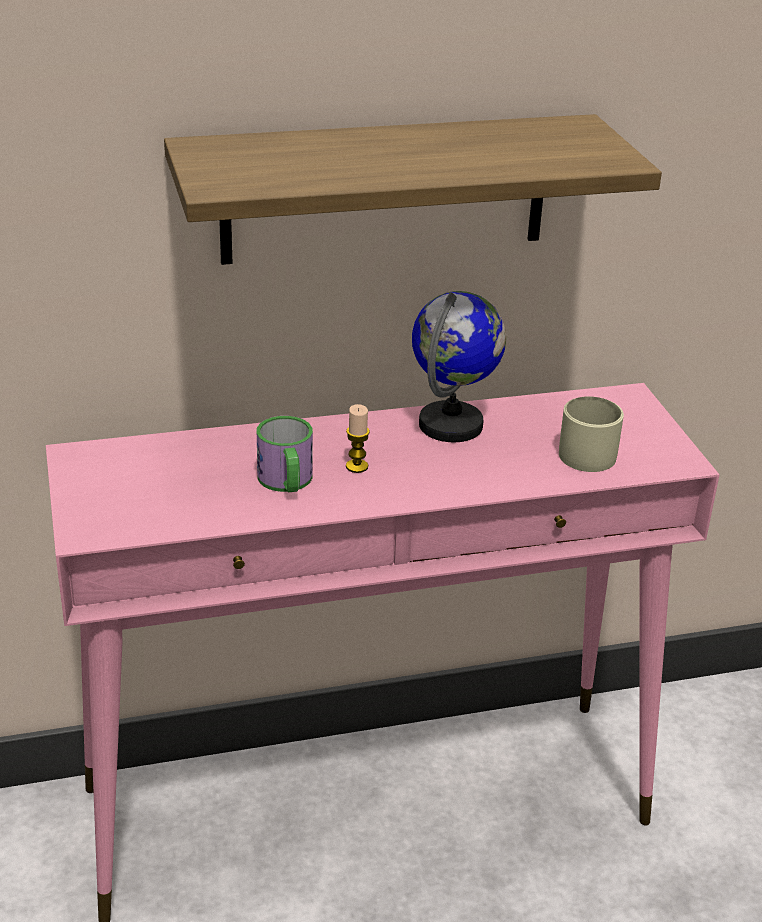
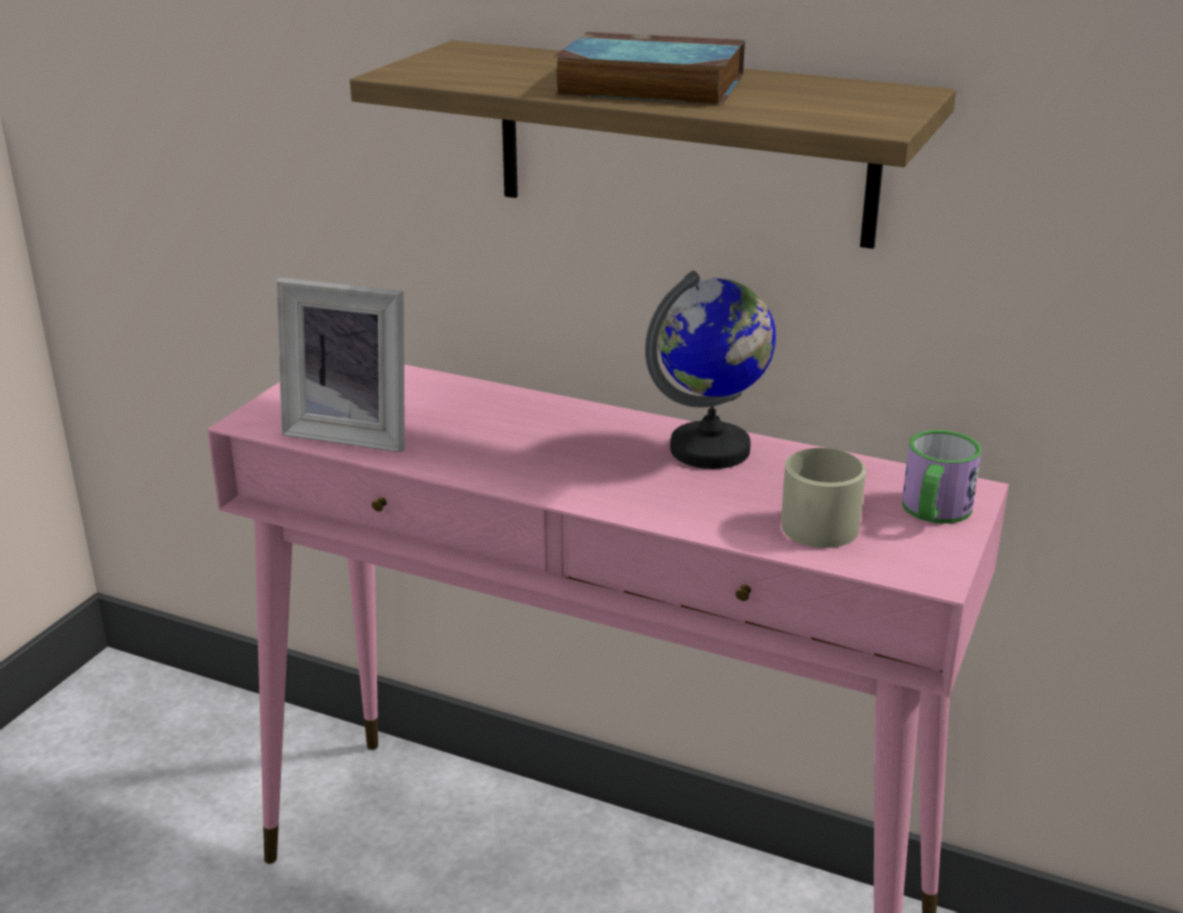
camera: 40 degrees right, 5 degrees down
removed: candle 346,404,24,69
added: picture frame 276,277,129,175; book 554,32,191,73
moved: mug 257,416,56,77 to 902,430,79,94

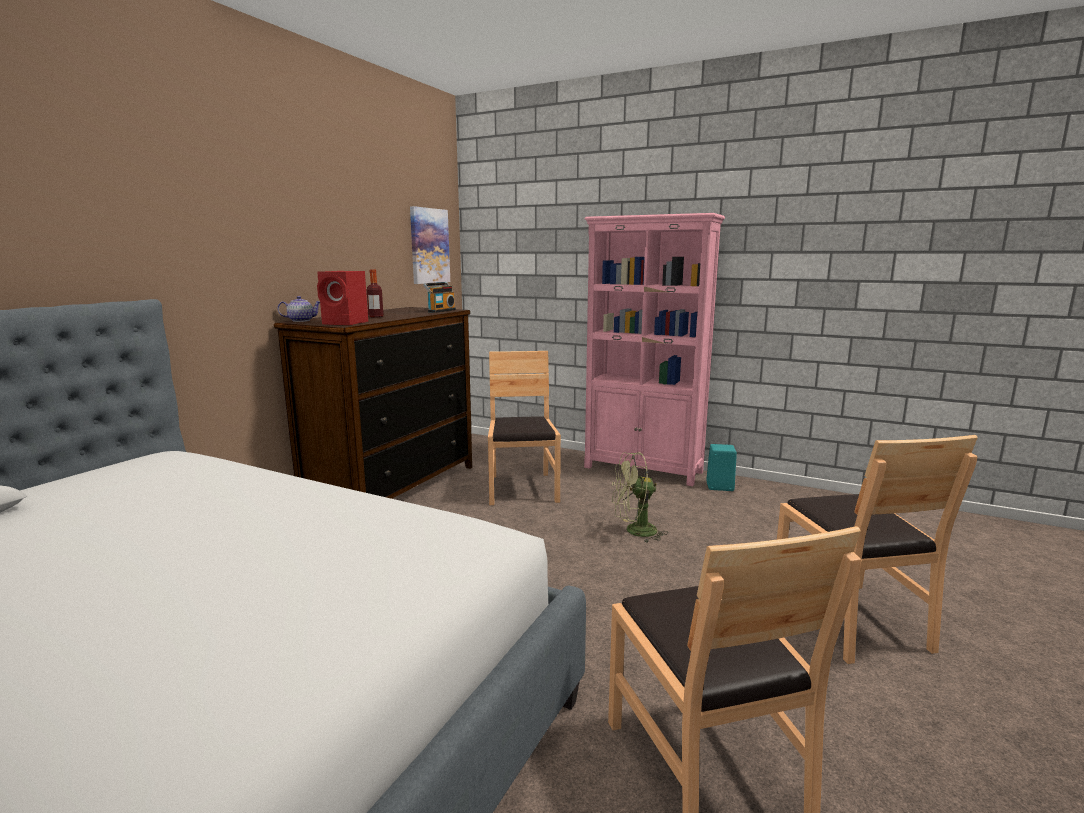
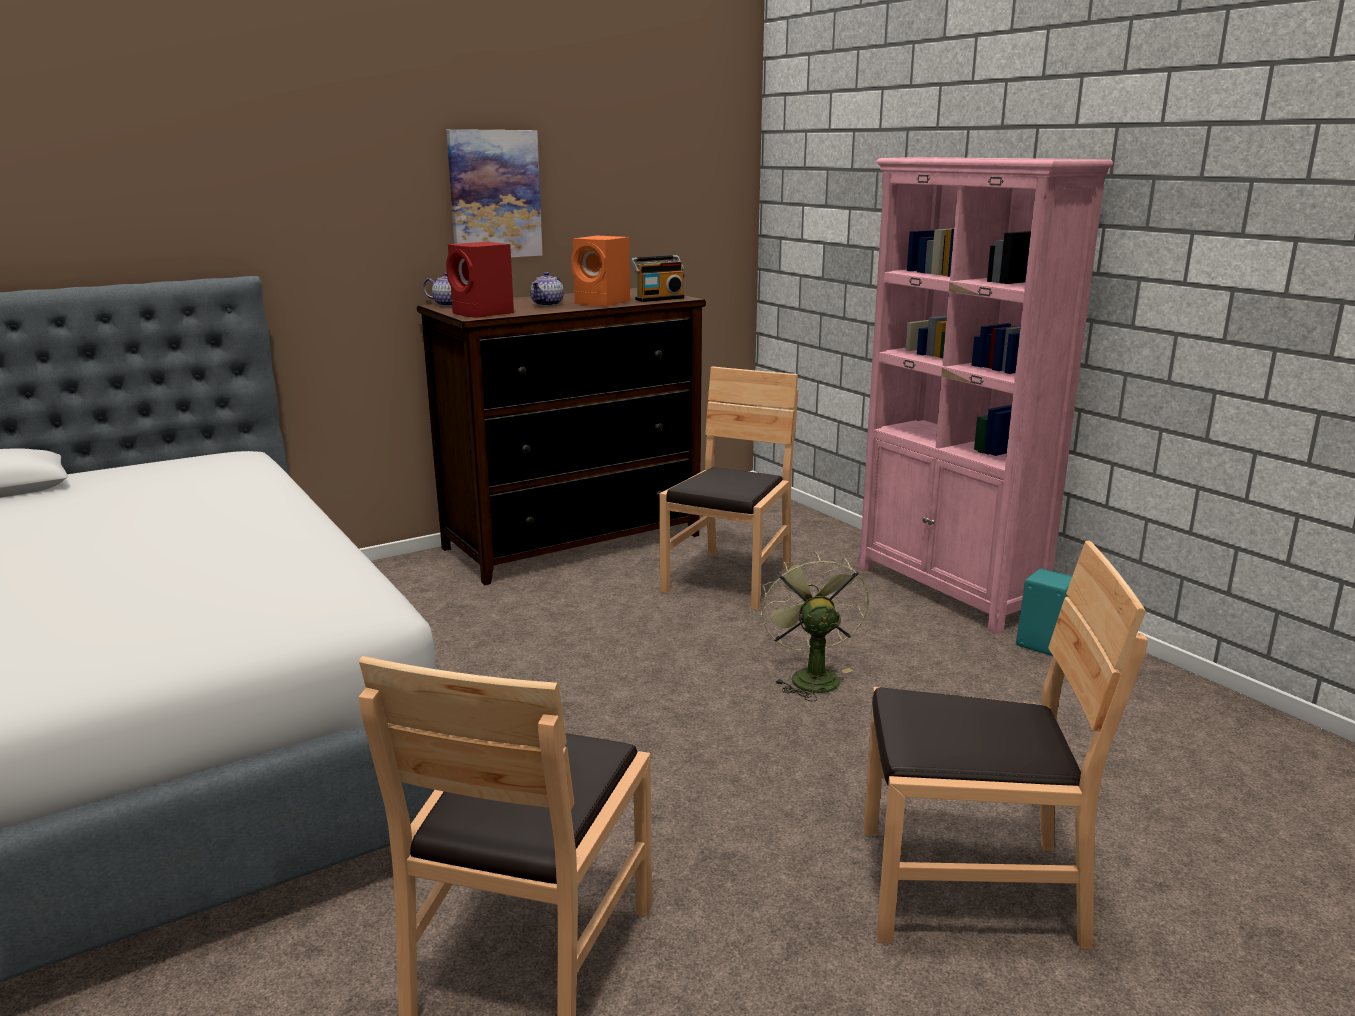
camera: 30 degrees right, 5 degrees up
added: speaker in orange 571,235,59,71
moved: picture 410,206,40,78 to 446,129,97,128
replaced: bottle 367,270,17,48 to teapot 530,272,34,34
turned: fan in green 612,452,56,91 = 761,551,108,150 60 degrees clockwise; chair in brown 777,435,201,229 = 863,541,285,409 105 degrees counterclockwise

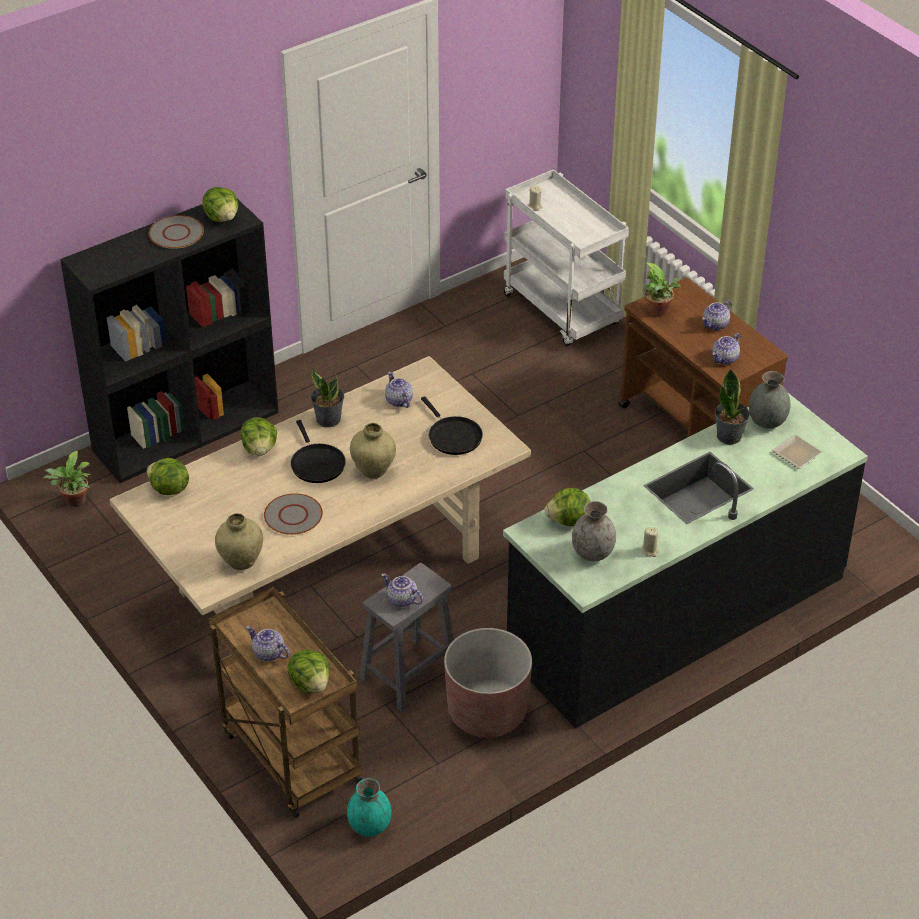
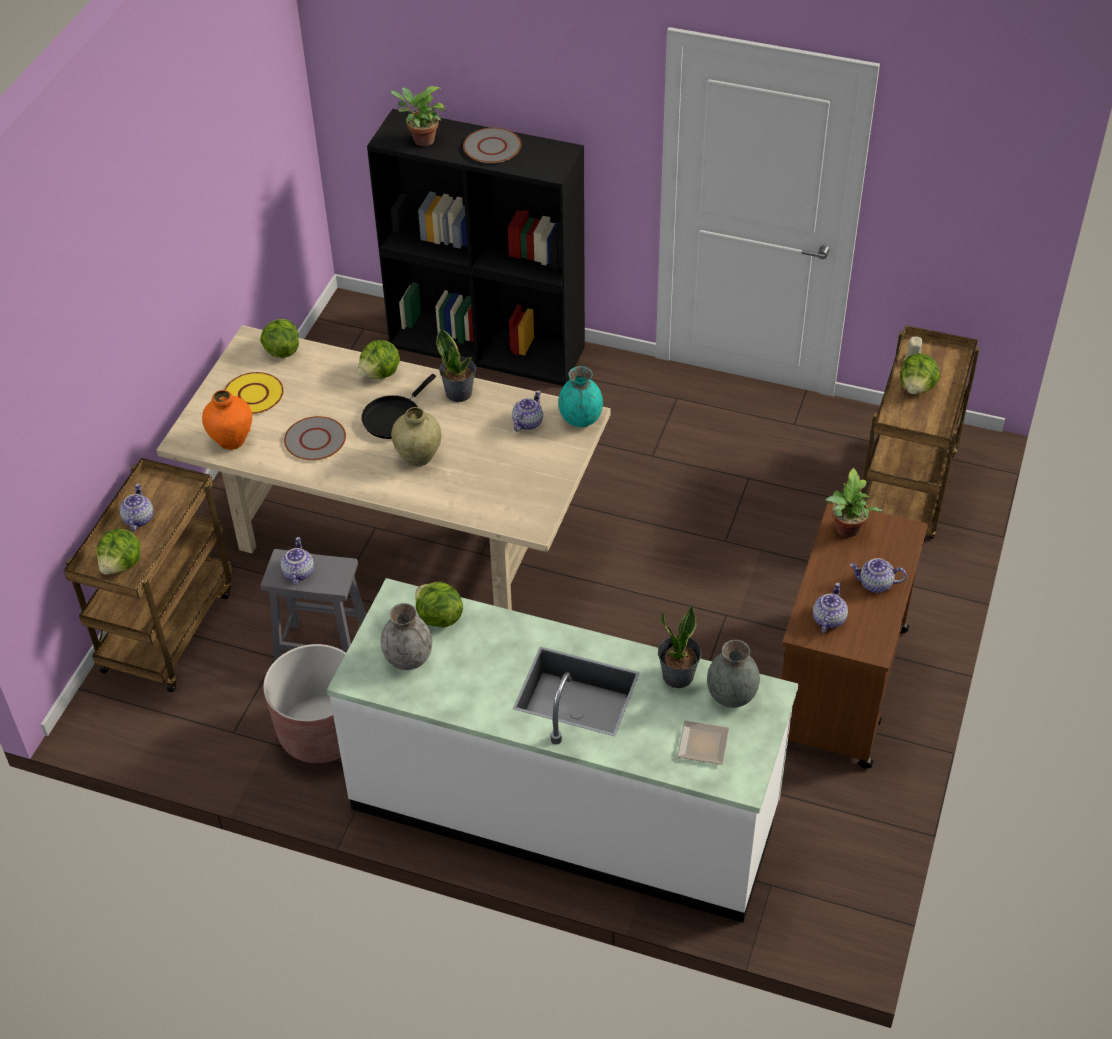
camera: 55 degrees right, 5 degrees up
removed: frying pan in black 421,396,62,59; candle in beige 641,527,18,30
added: plate in yellow 224,372,60,42
moved: potted plant 43,451,47,56 to 389,86,57,60; lettuce 202,187,36,35 to 900,353,40,41; vase in turquoise 347,778,45,59 to 559,366,44,61
recoloured: vase in beige 215,513,48,57 to vase in orange 202,390,50,60; counter in black 503,393,365,335 to counter in white 327,578,472,345; cart in white 504,169,125,177 to cart in brown 861,325,119,214
turned: teapot 712,333,29,32 = 813,583,35,50 105 degrees clockwise

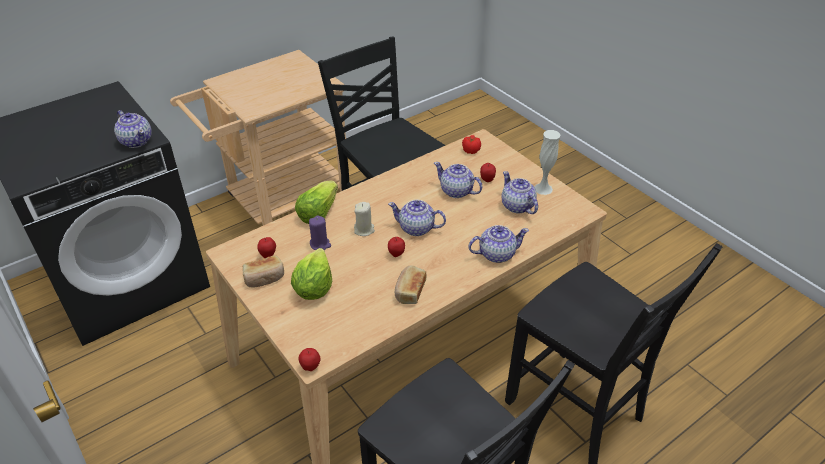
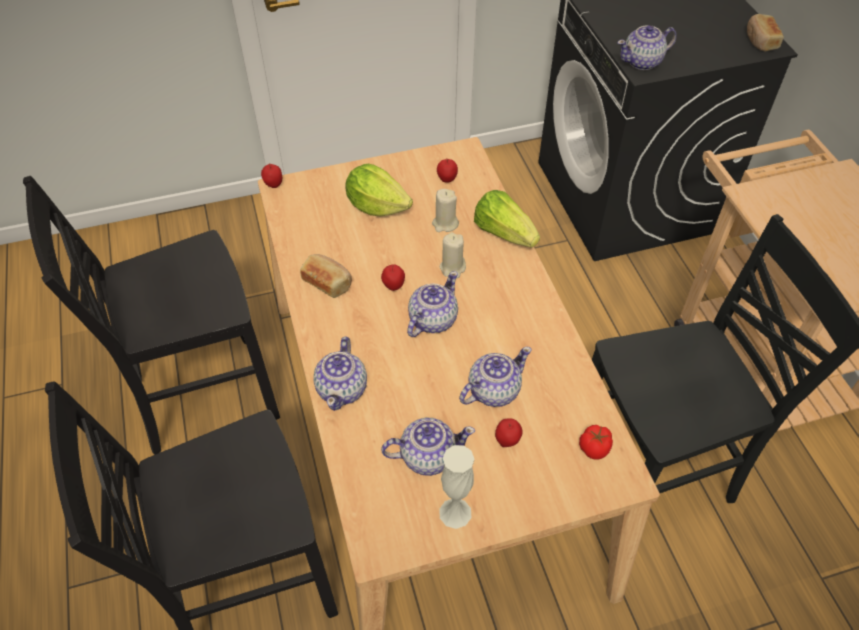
camera: 110 degrees right, 10 degrees up
moved: bread 243,256,41,31 to 747,14,37,38
recoloured: candle in purple 309,216,22,34 to candle in beige 432,189,27,43

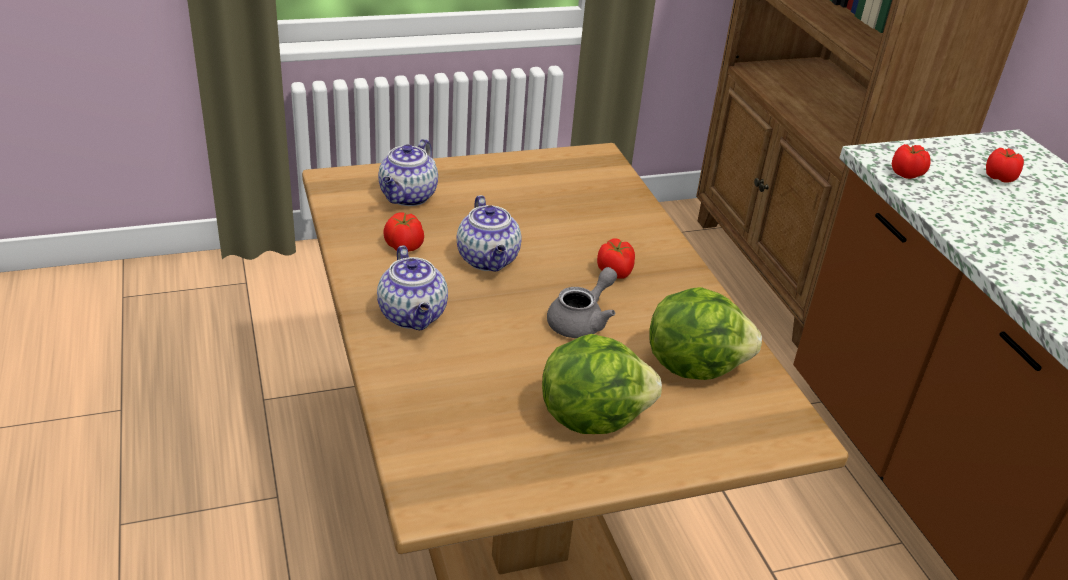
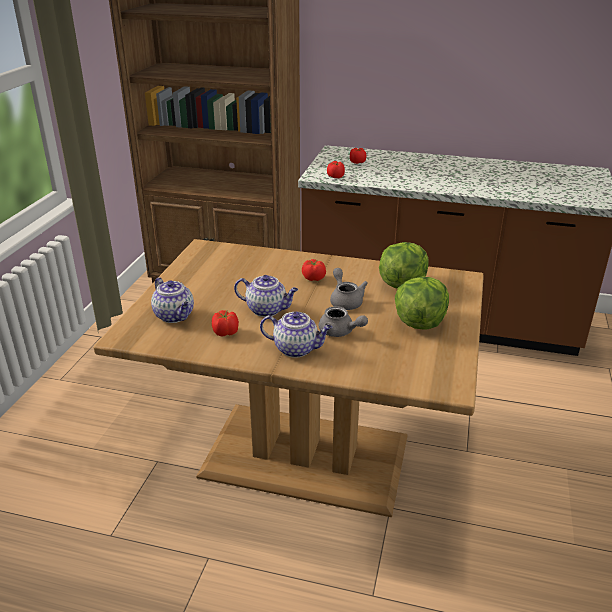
camera: 55 degrees left, 5 degrees down
added: teapot in grey 319,306,49,31

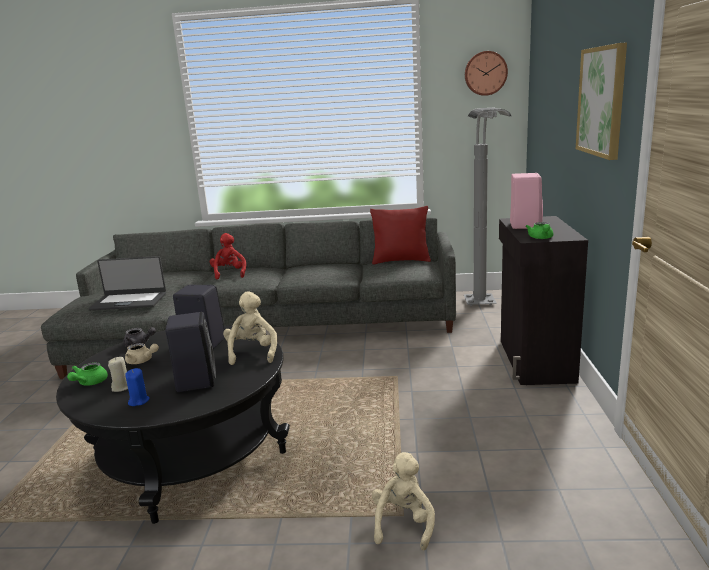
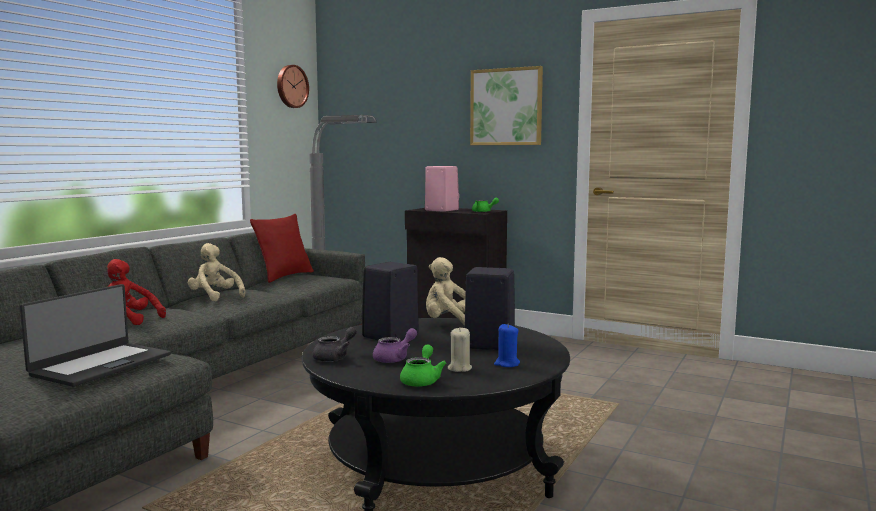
camera: 65 degrees left, 10 degrees down
moved: plush toy in beige 372,452,63,98 to 188,243,58,58
recoloured: teapot in beige 125,343,34,21 to teapot in purple 373,328,44,35
turned: teapot in green 67,362,41,24 = 400,344,46,43 120 degrees counterclockwise

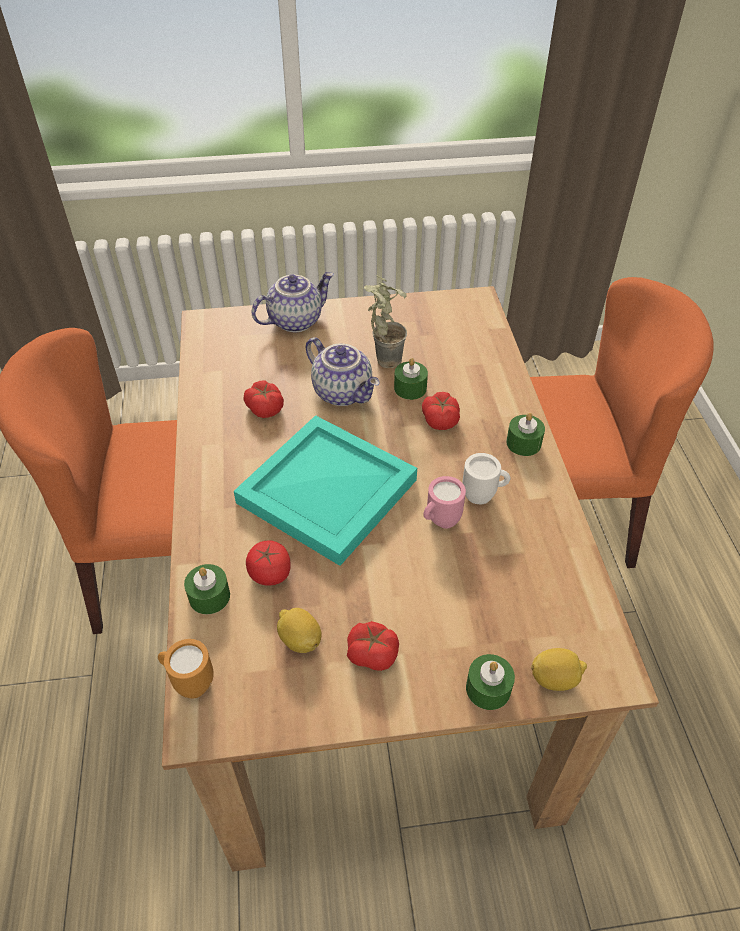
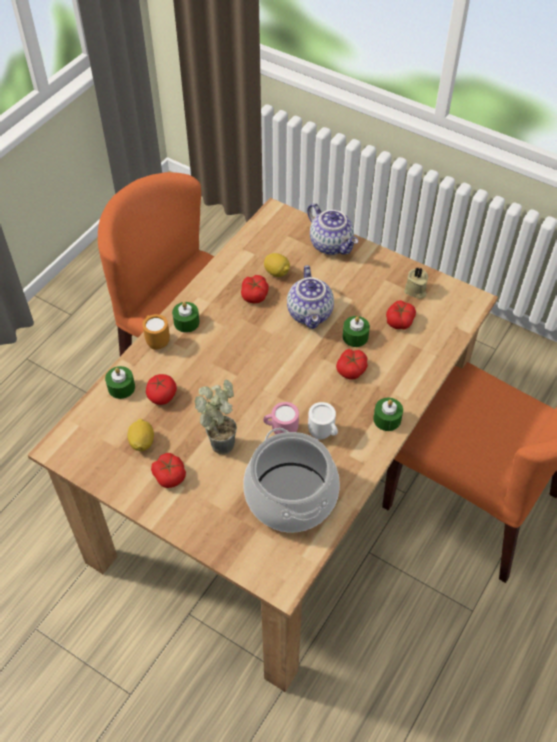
camera: 40 degrees right, 5 degrees up
removed: tray in turquoise 234,415,183,151
added: cooking pot 243,428,97,104; tomato 386,300,30,29; candle in beige 404,268,24,31
moved: mug in orange 158,639,56,60 to 142,314,28,36; potted plant 364,274,43,94 to 195,379,42,76; candle in green 466,654,49,56 to 172,302,28,31; lemon 531,648,56,43 to 264,253,26,24
turned: teapot 252,272,82,60 = 307,203,51,52 45 degrees clockwise

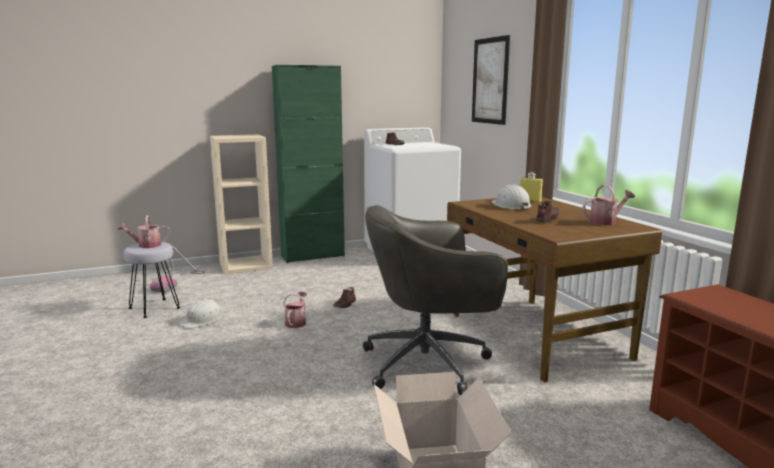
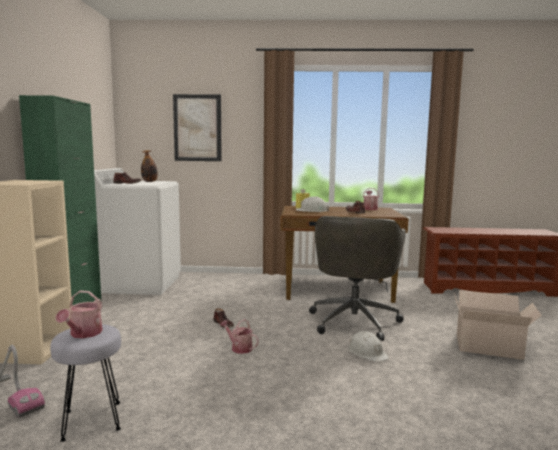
camera: 65 degrees left, 5 degrees down
added: bottle 141,150,17,32
moved: hard hat in white 179,299,44,29 to 348,331,41,31

